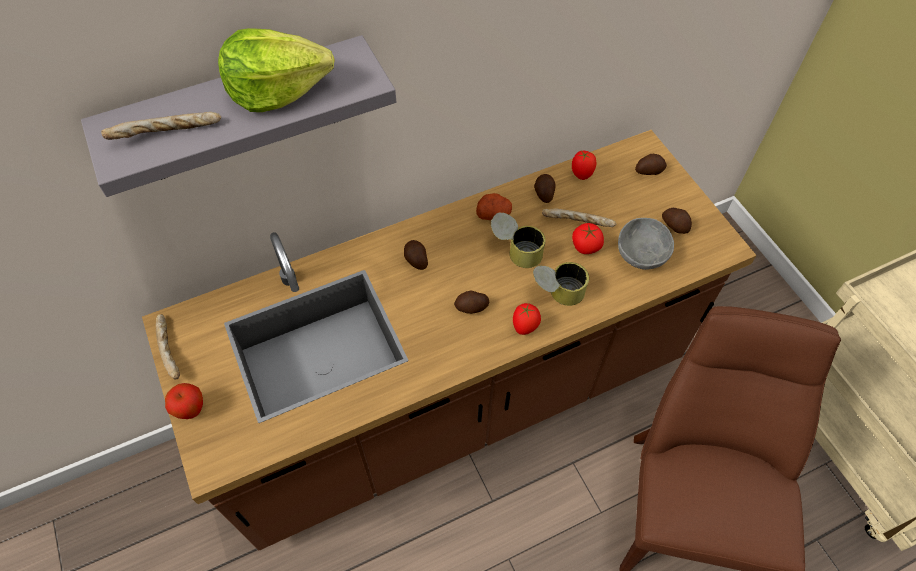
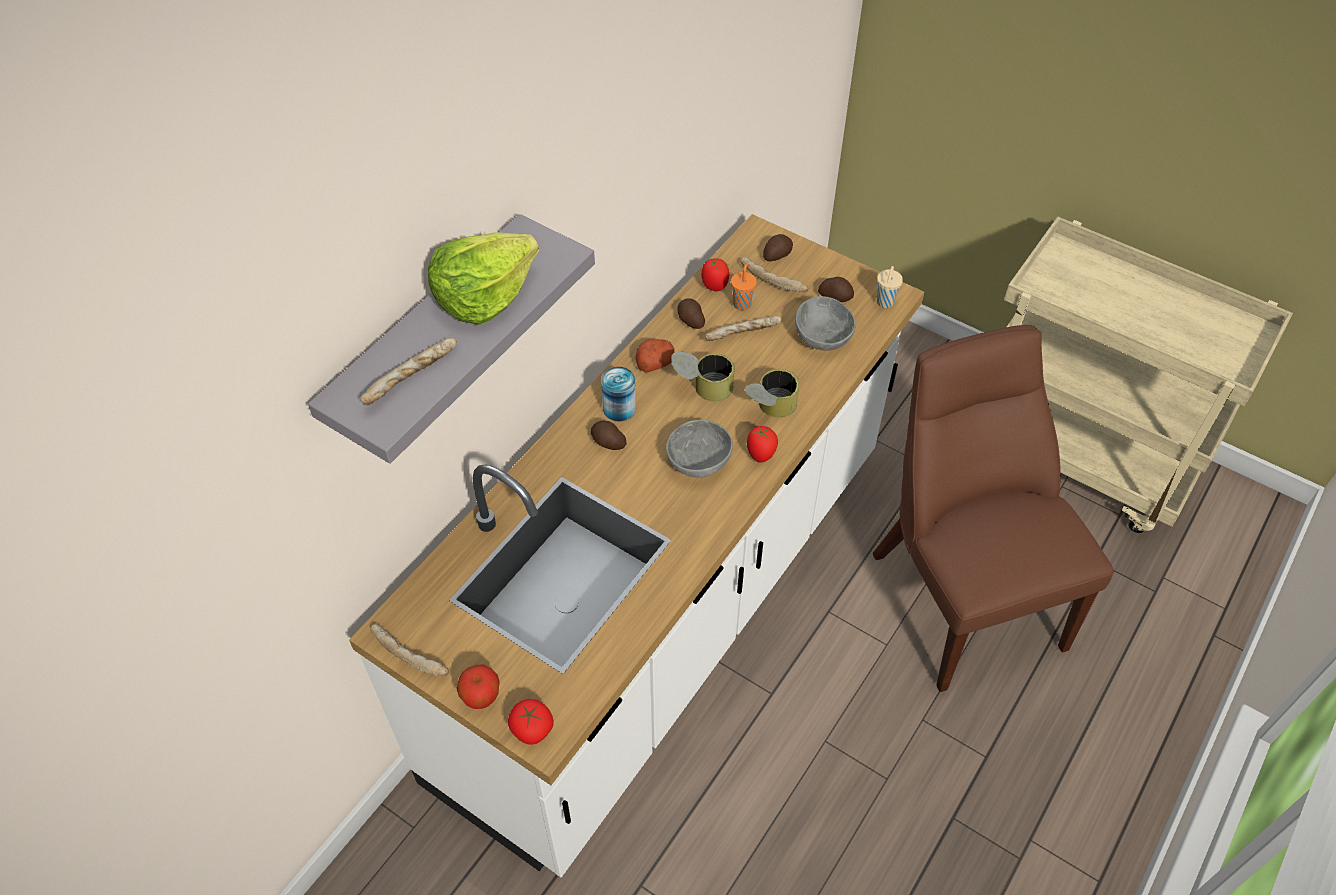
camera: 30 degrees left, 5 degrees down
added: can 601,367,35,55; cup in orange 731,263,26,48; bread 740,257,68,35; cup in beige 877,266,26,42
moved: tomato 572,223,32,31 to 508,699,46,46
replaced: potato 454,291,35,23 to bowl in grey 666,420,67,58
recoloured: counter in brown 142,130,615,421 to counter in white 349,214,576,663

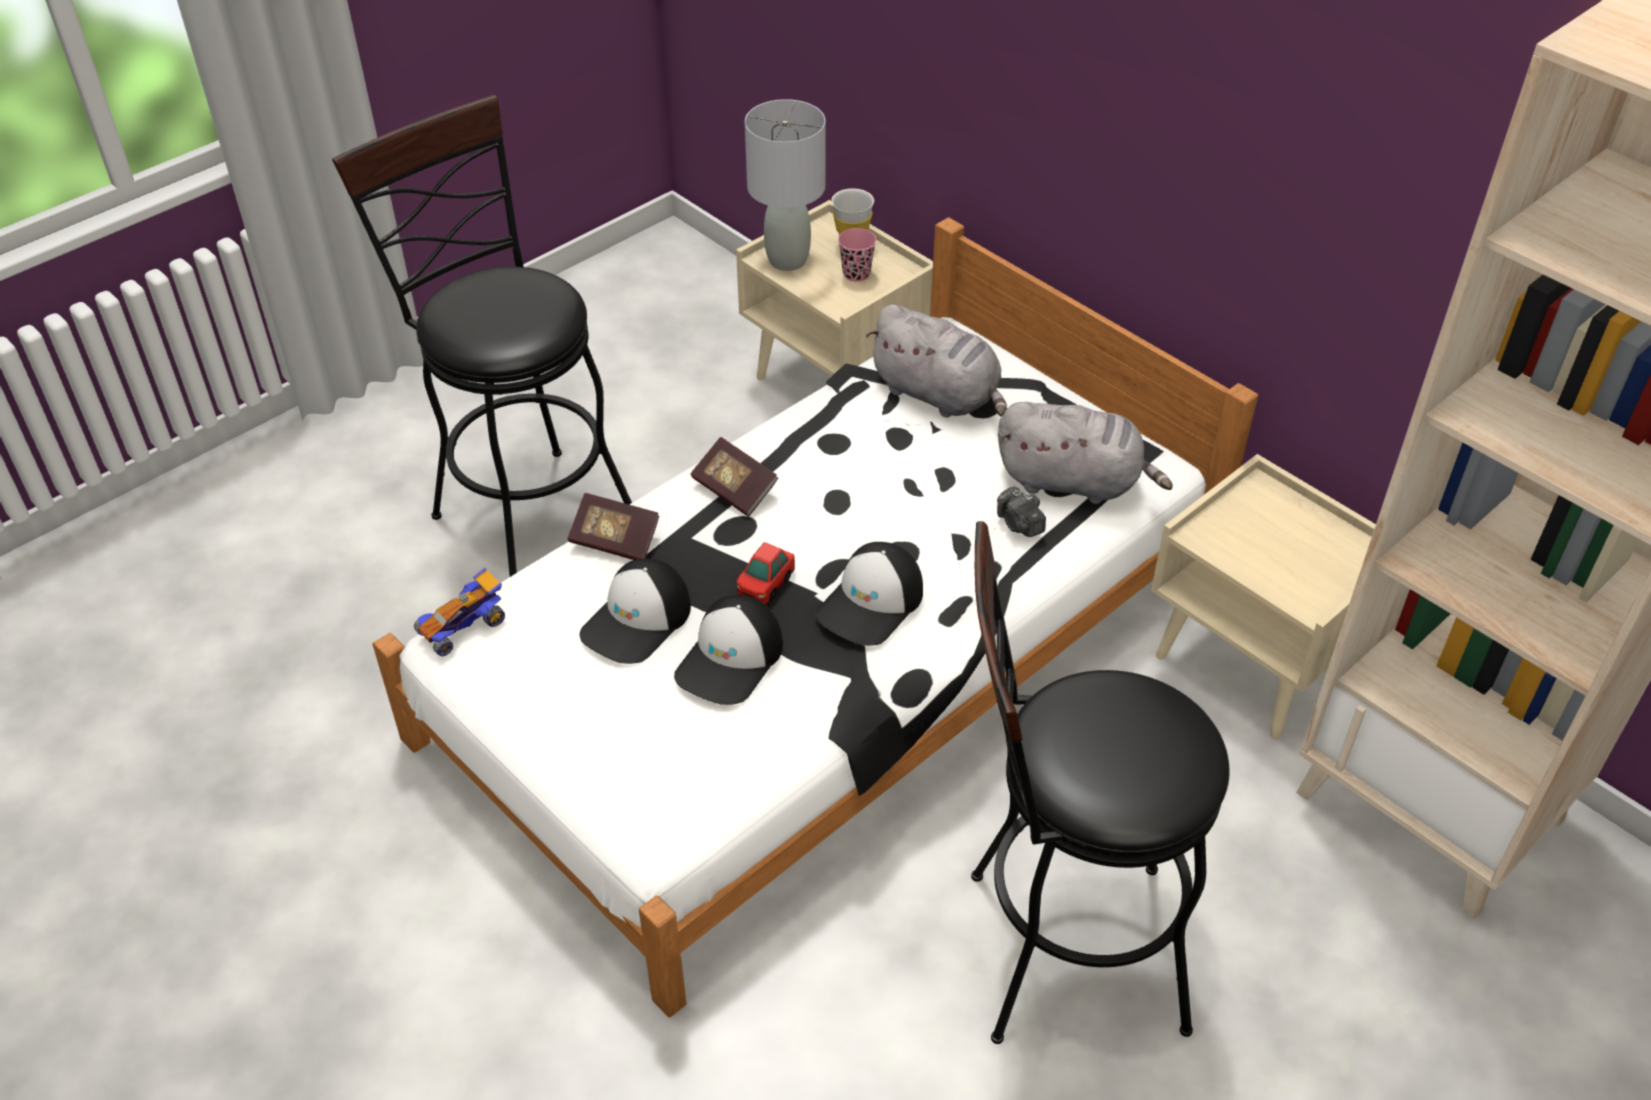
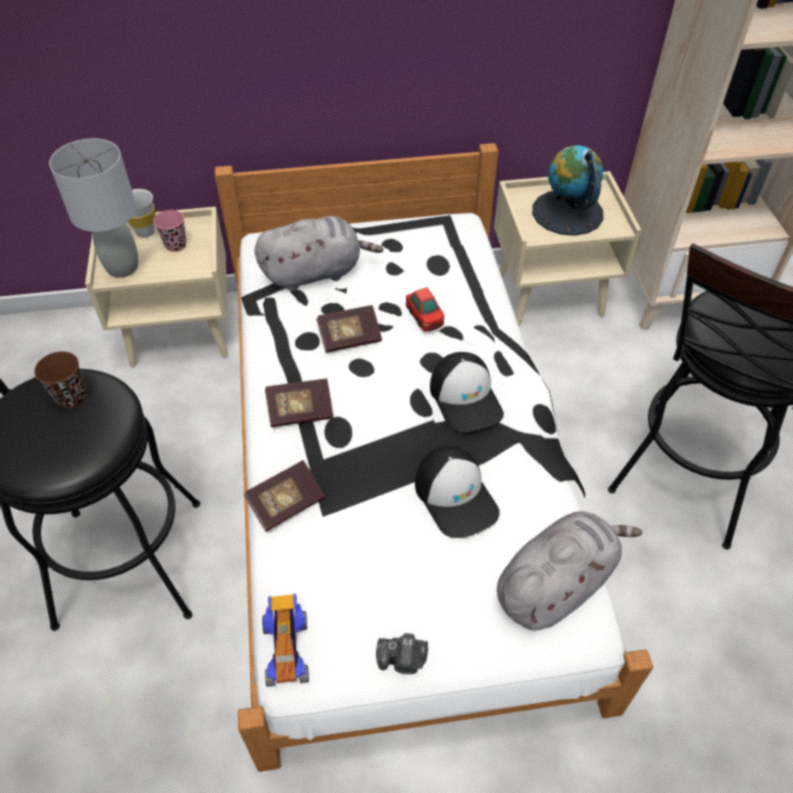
camera: 55 degrees left, 5 degrees up
removed: cap 580,558,111,106
added: cup in brown 34,351,52,57; book 316,305,66,48; globe 532,145,72,91
moved: toy car 737,542,58,63 to 406,287,38,45; photo camera 997,487,49,50 to 376,633,52,41; plush toy in grey 998,402,175,102 to 497,511,145,120

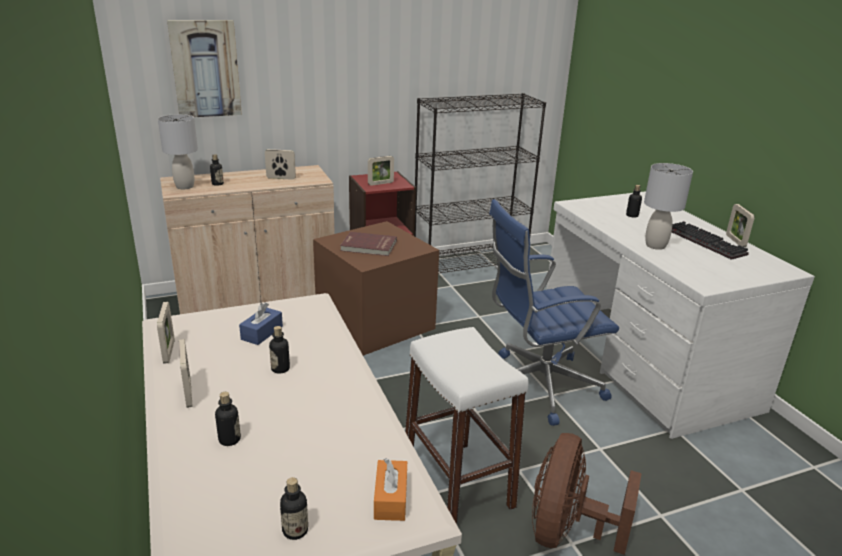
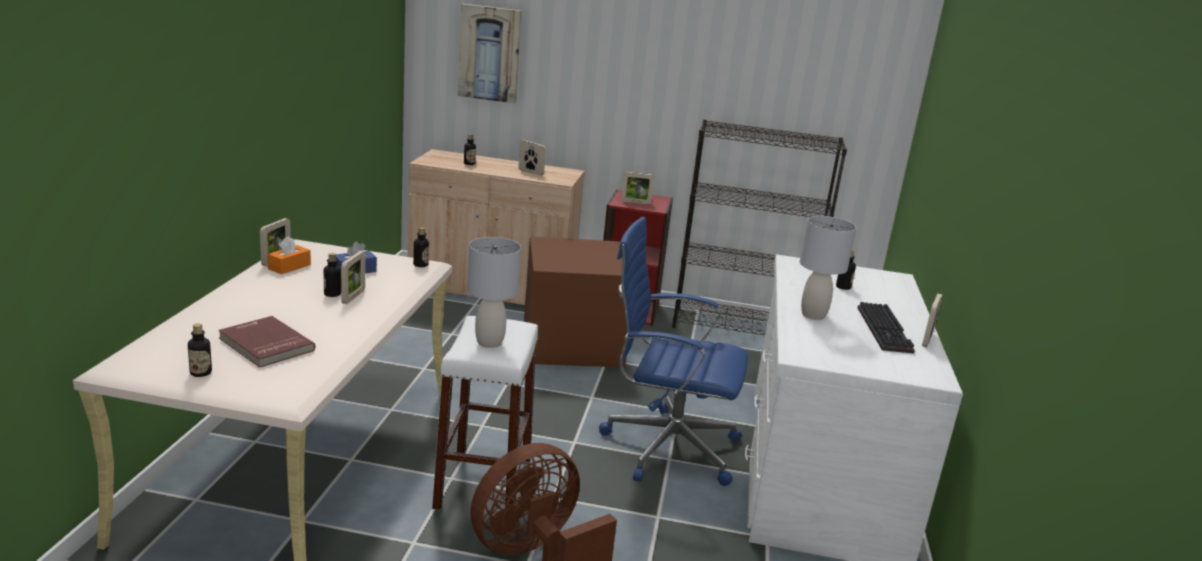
camera: 30 degrees right, 5 degrees down
moved: table lamp in grey 158,114,40,75 to 467,237,54,111; picture frame 179,339,14,69 to 341,251,24,53; bottle 215,392,26,54 to 413,227,16,40; book in red 340,232,57,24 to 218,316,97,52; tissue box in orange 374,458,33,63 to 267,236,44,38

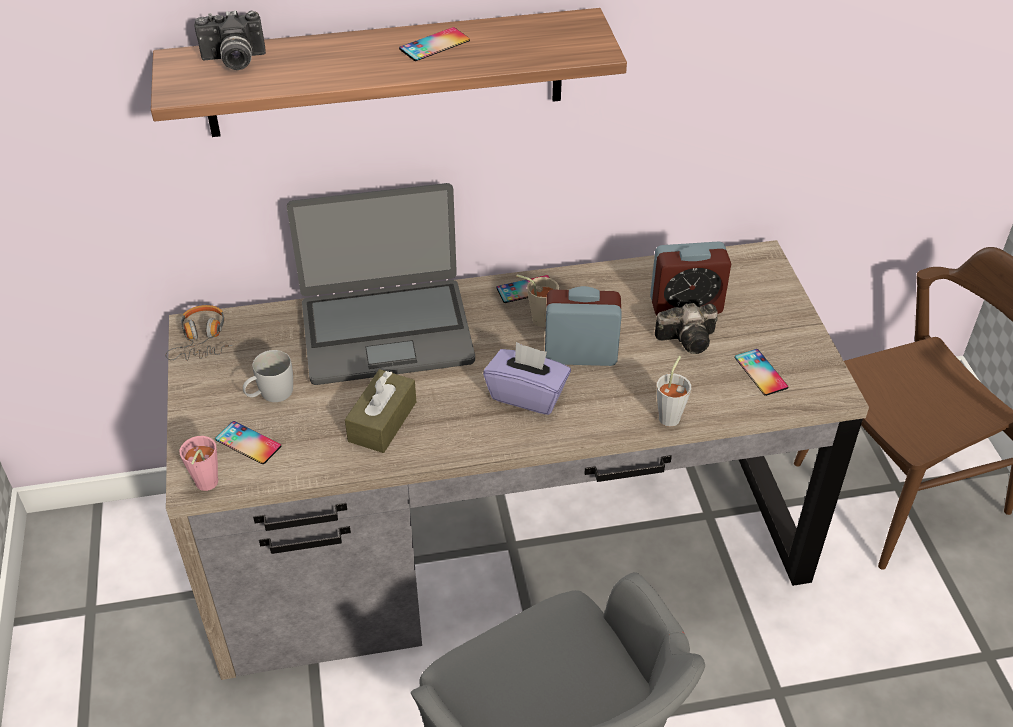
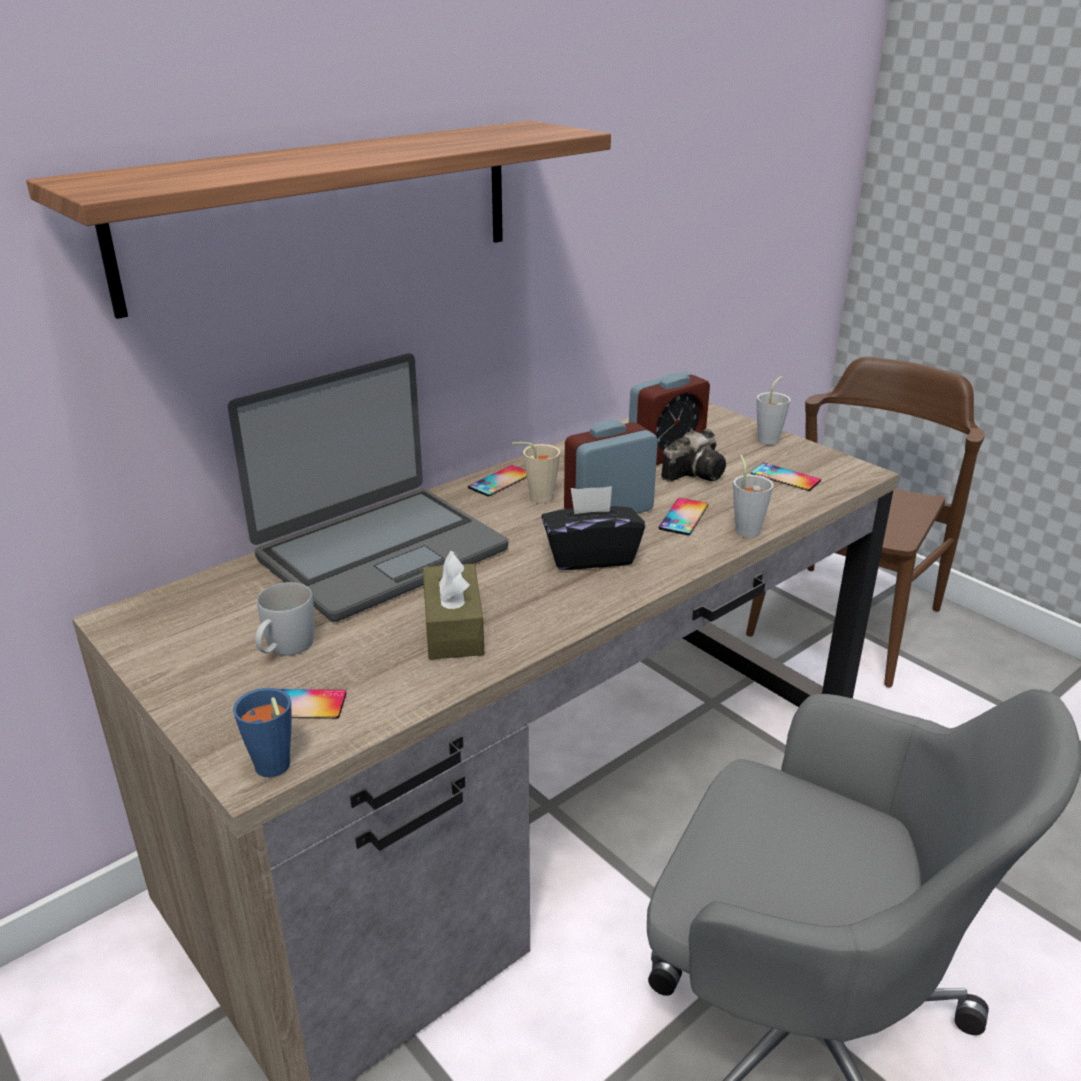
camera: 30 degrees left, 15 degrees down
removed: headphones 166,305,67,56; photo camera 194,10,72,60
added: cup in grey 757,376,34,69
moved: phone 399,27,71,34 to 658,498,50,37
recoloured: cup in pink 180,436,38,55 to cup in blue 233,688,59,90; tissue box in purple 483,342,88,73 to tissue box in black 541,486,104,84

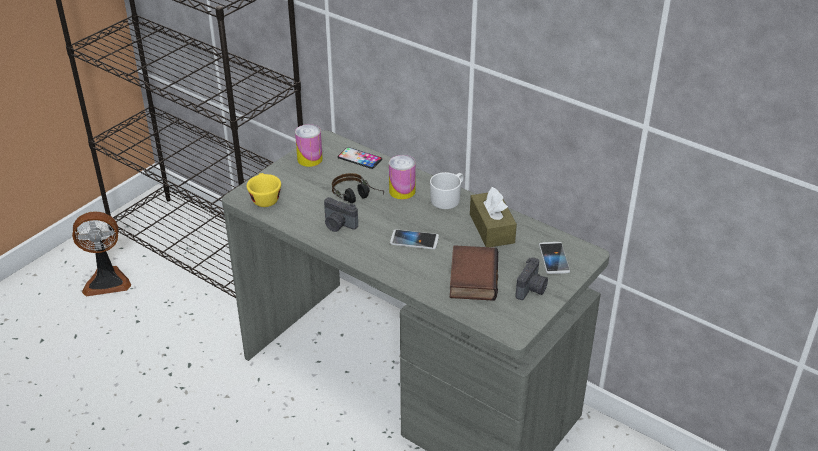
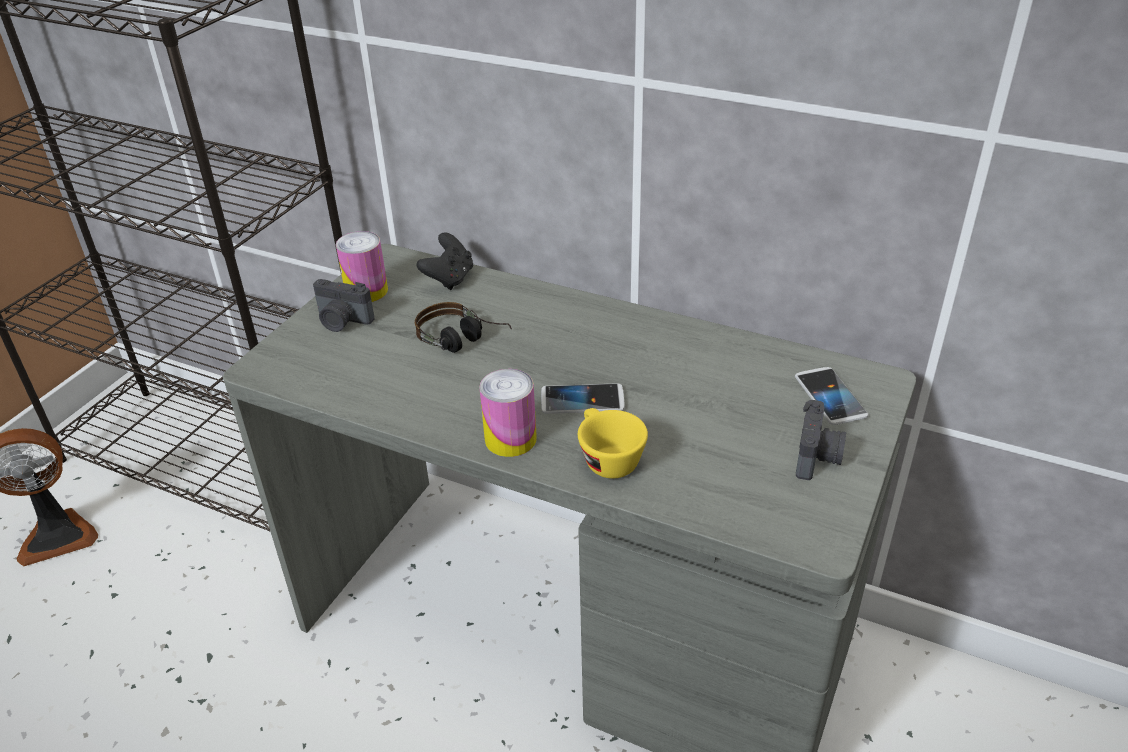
camera: 10 degrees left, 0 degrees up
removed: mug in white 430,172,34,37; book 450,245,48,56; tissue box in brown 470,187,47,60
moved: cup in yellow 247,173,34,34 to 578,408,70,70; photo camera 324,197,34,35 to 313,279,62,53; can 389,155,27,44 to 479,369,58,88
replaced: phone 337,147,45,22 to game controller in black 417,233,56,57

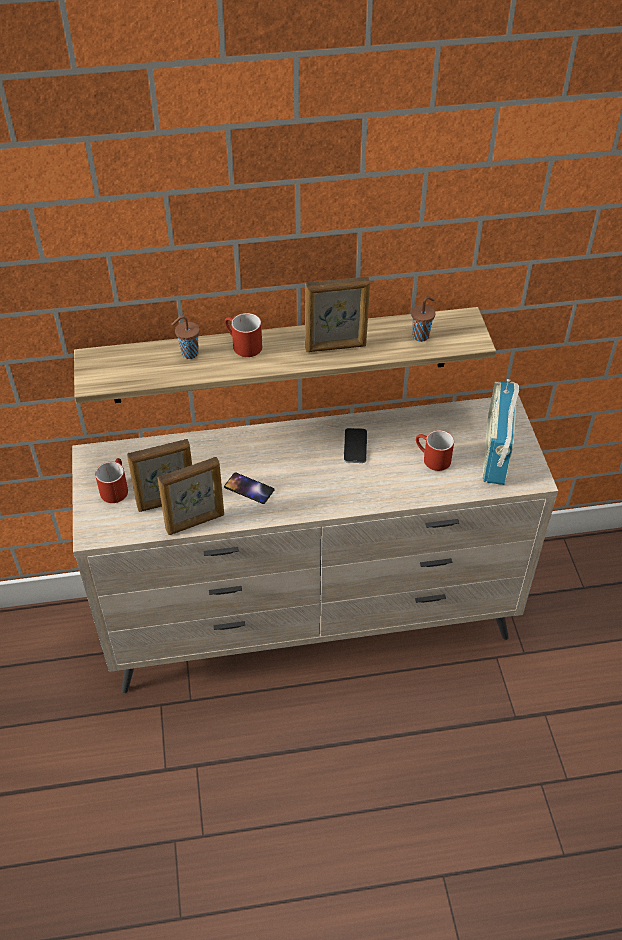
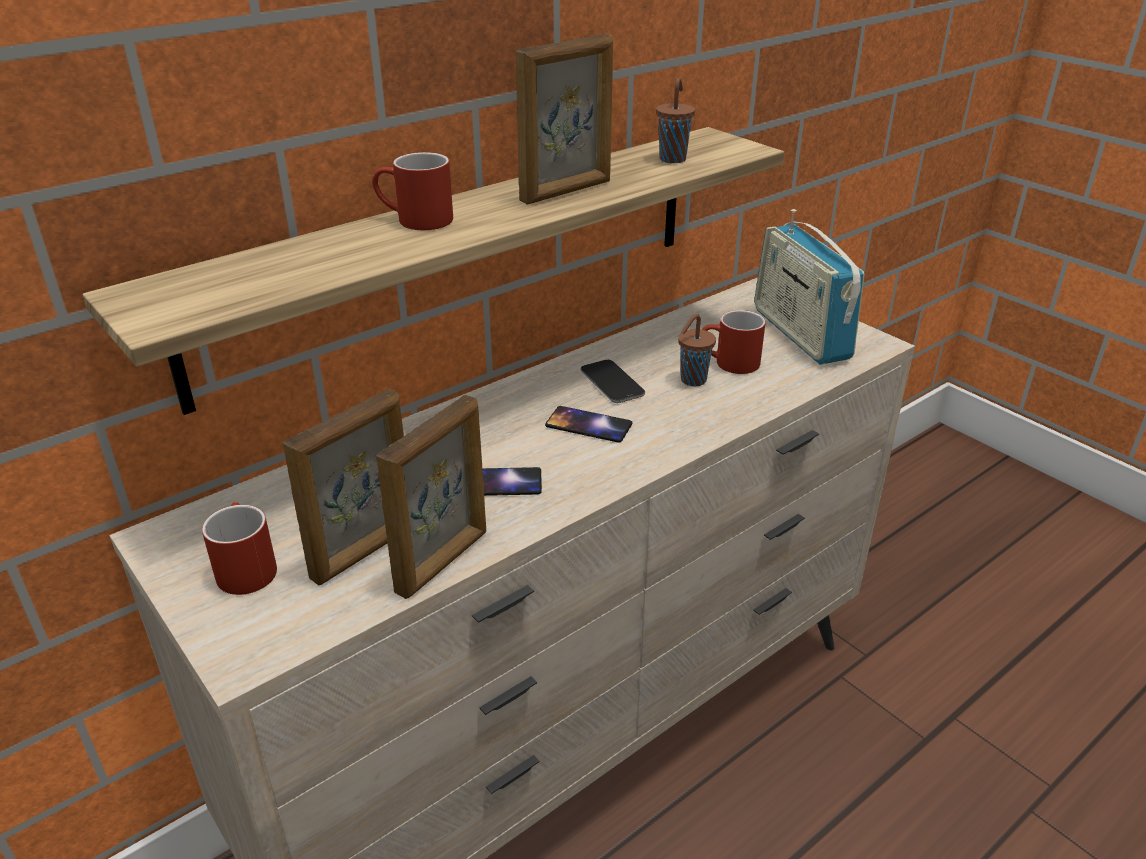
camera: 30 degrees left, 15 degrees down
added: phone 545,406,87,37
moved: cup in brown 171,316,29,43 to 678,314,38,73

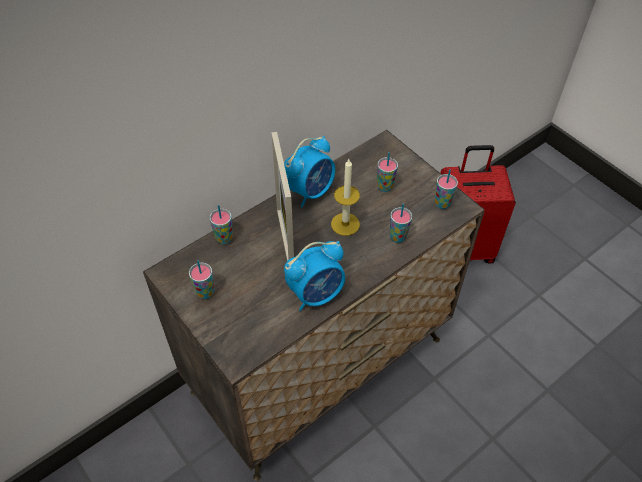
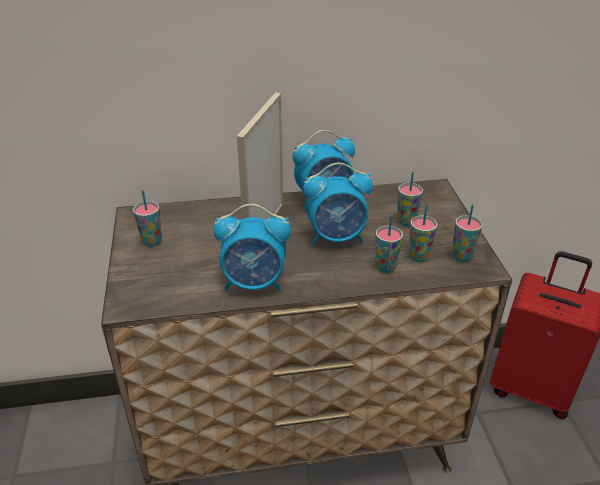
camera: 30 degrees right, 15 degrees down
moved: cup 210,205,23,39 to 409,205,28,57
replaced: candle 331,159,29,77 to alarm clock 303,162,70,84

